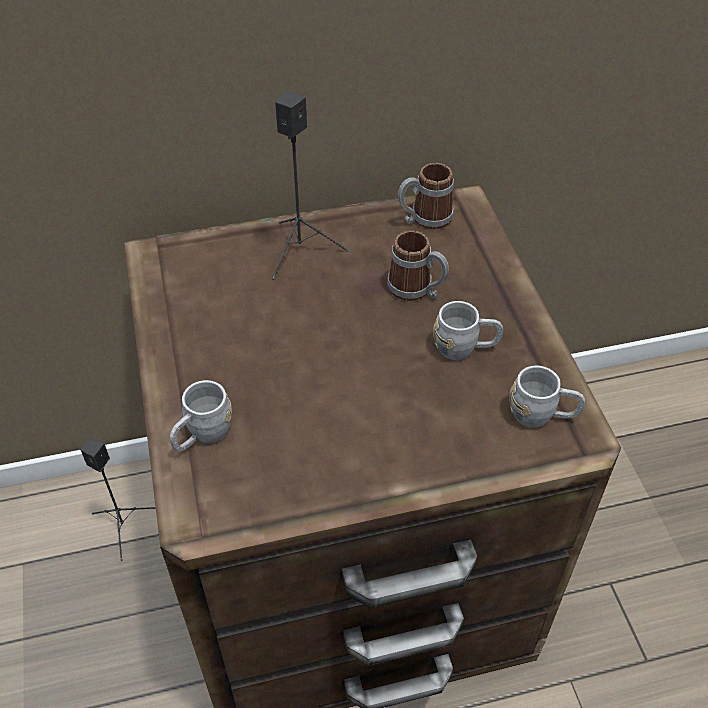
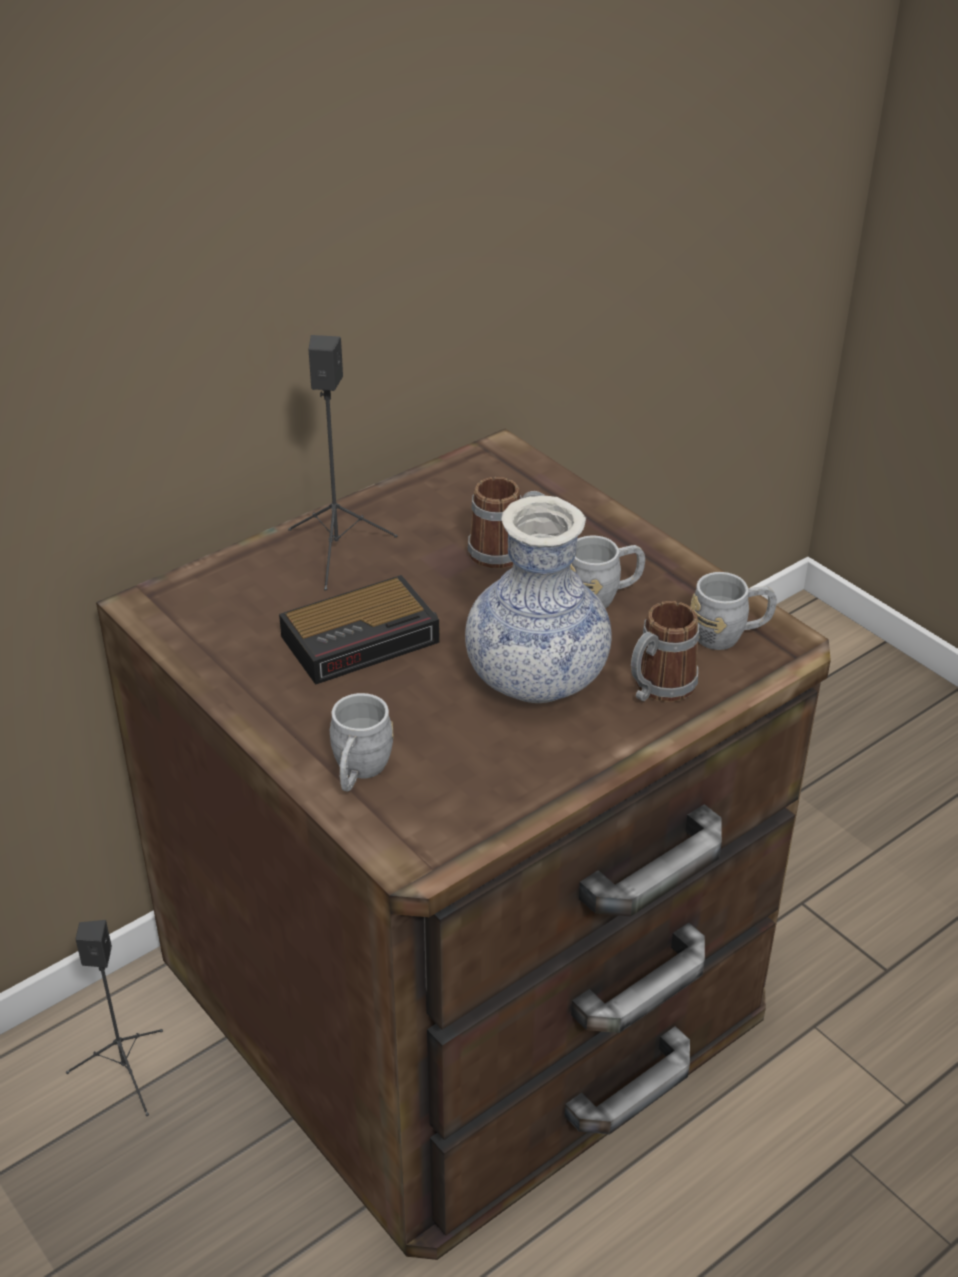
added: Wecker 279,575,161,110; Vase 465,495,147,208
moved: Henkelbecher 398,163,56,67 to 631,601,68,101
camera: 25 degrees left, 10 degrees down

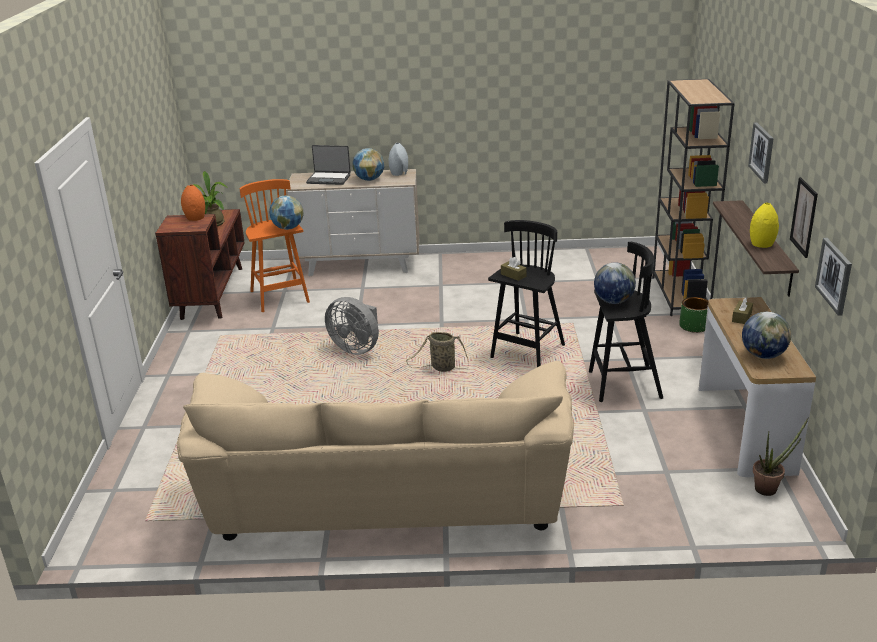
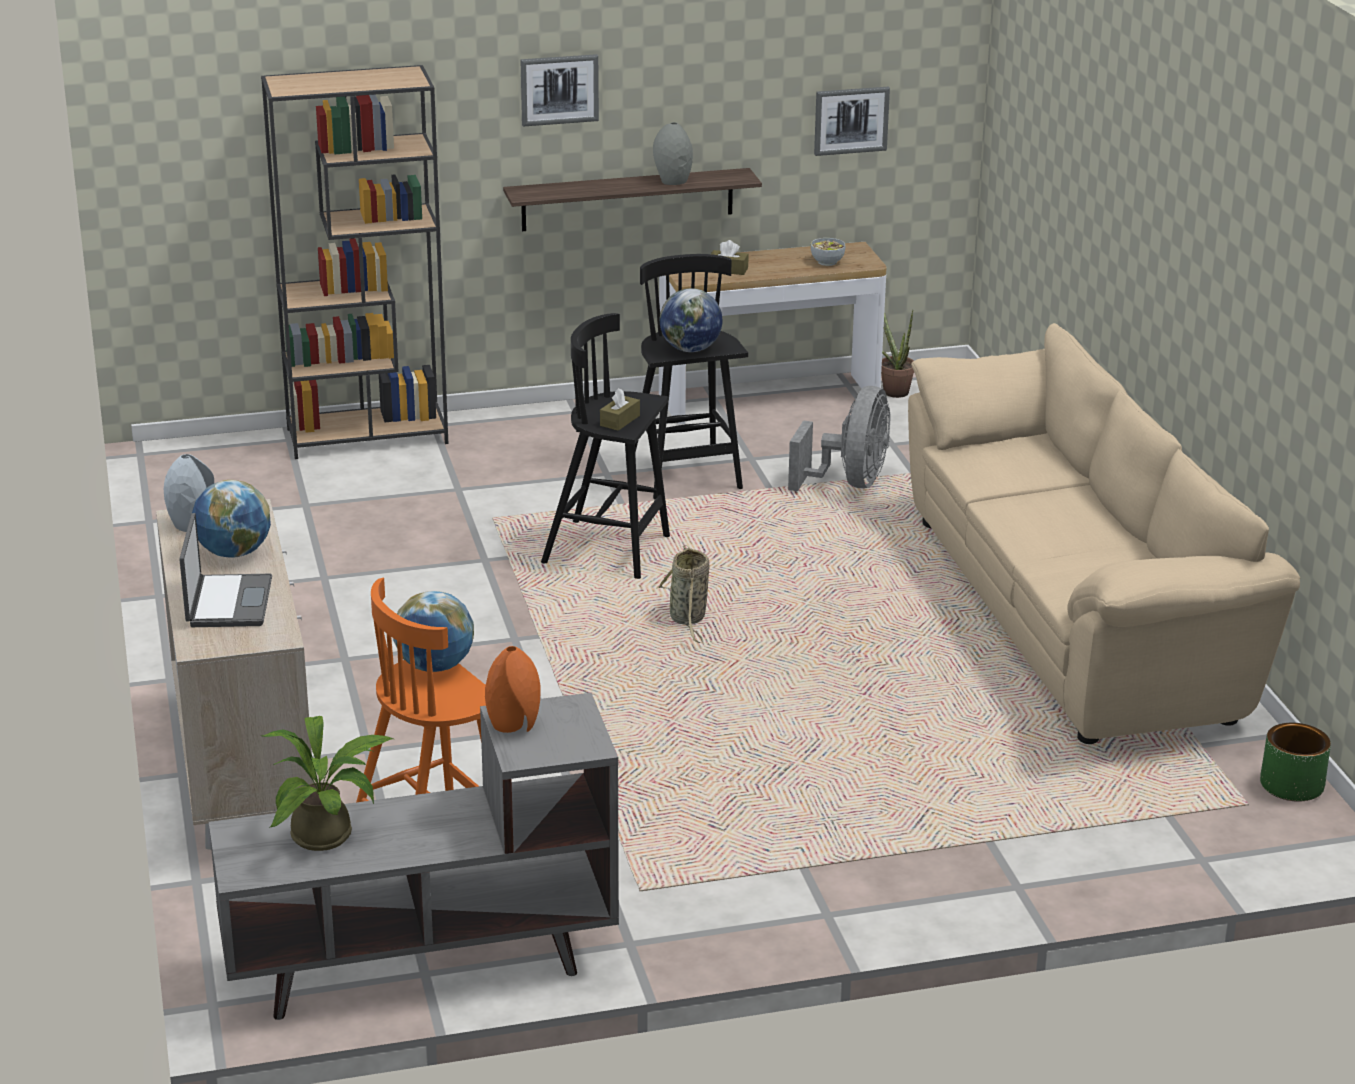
removed: Bild 790,177,28,81
moved: Ventilator/grau 325,297,54,58 to 788,386,102,105; Pflanzkübel/grün 679,297,30,36 to 1260,723,71,79
replaced: Globus 742,312,49,47 to Schüssel 811,238,34,28
recoloured: Fernsehschrank/braun 155,209,90,111 to Fernsehschrank/grau 209,693,410,327; Vase/gelb 750,202,29,46 to Vase/grau 653,122,40,63
camera: 105 degrees left, 0 degrees up

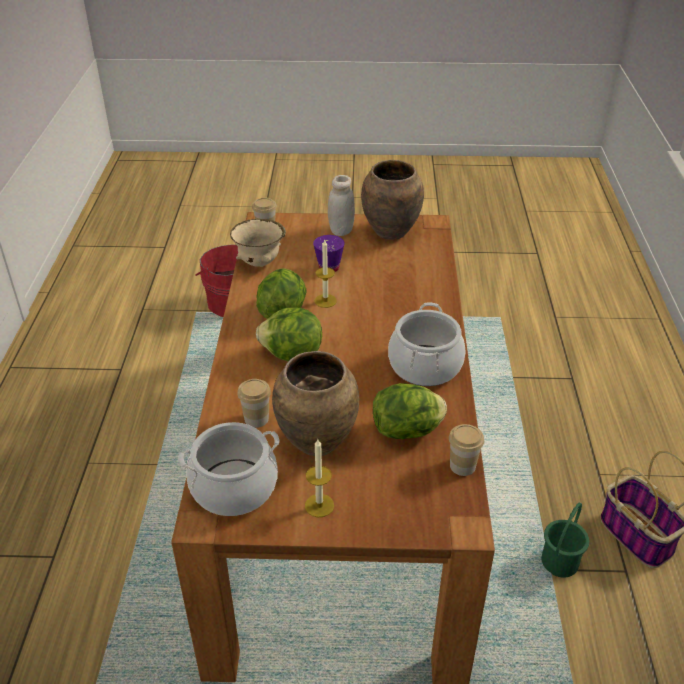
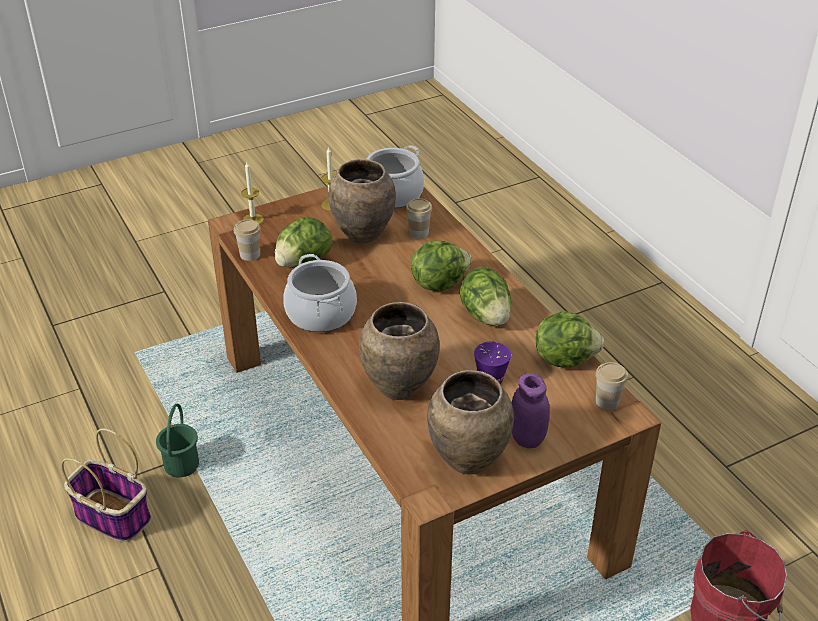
added: Vase/braun 359,302,81,98
moved: Kerze 314,240,23,68 to 241,162,23,62
replaced: Schüssel/beige 230,219,56,48 to Salatkopf 536,311,68,57
recoloured: Vorratsglas/weiß 328,175,27,61 to Vorratsglas/lila 512,373,38,75
camera: 150 degrees right, 0 degrees up

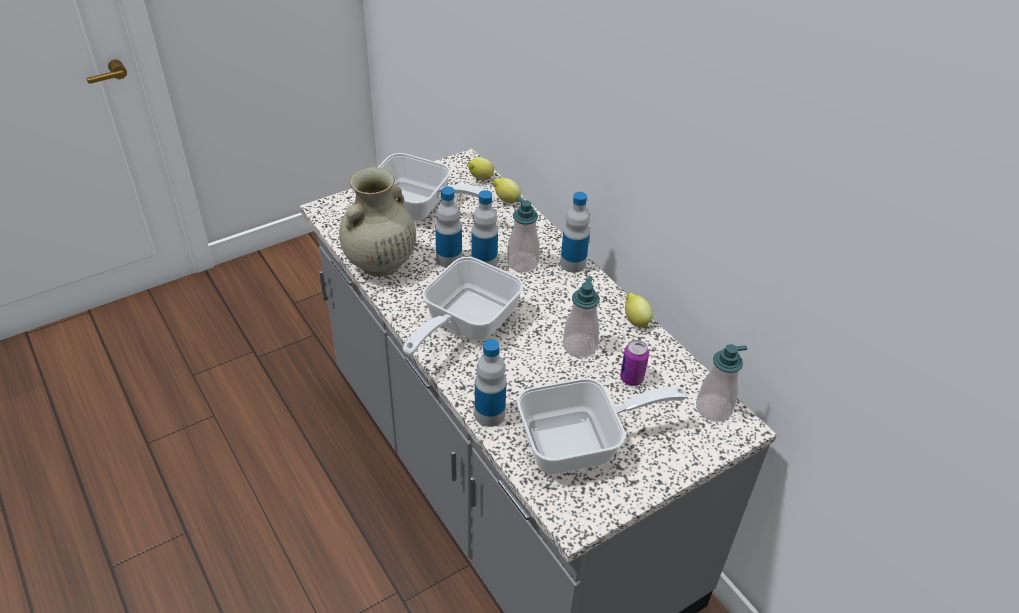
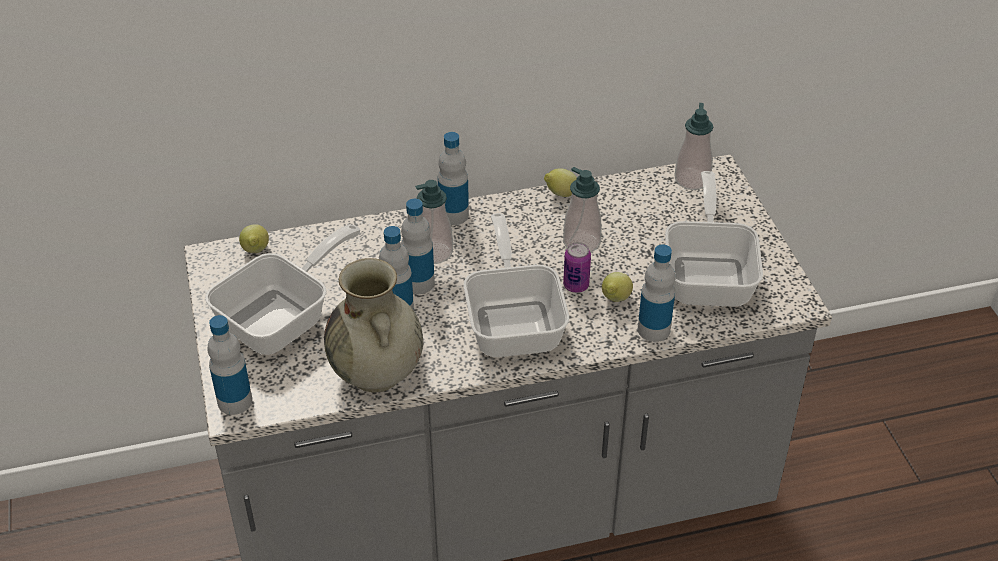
added: Flasche 208,315,44,100
moved: Zitrone 492,178,29,25 to 602,272,31,30; Dose 620,340,29,46 to 563,242,28,51
turned: Pfanne 403,257,120,99 = 464,213,105,144 150 degrees counterclockwise
camera: 70 degrees left, 0 degrees up

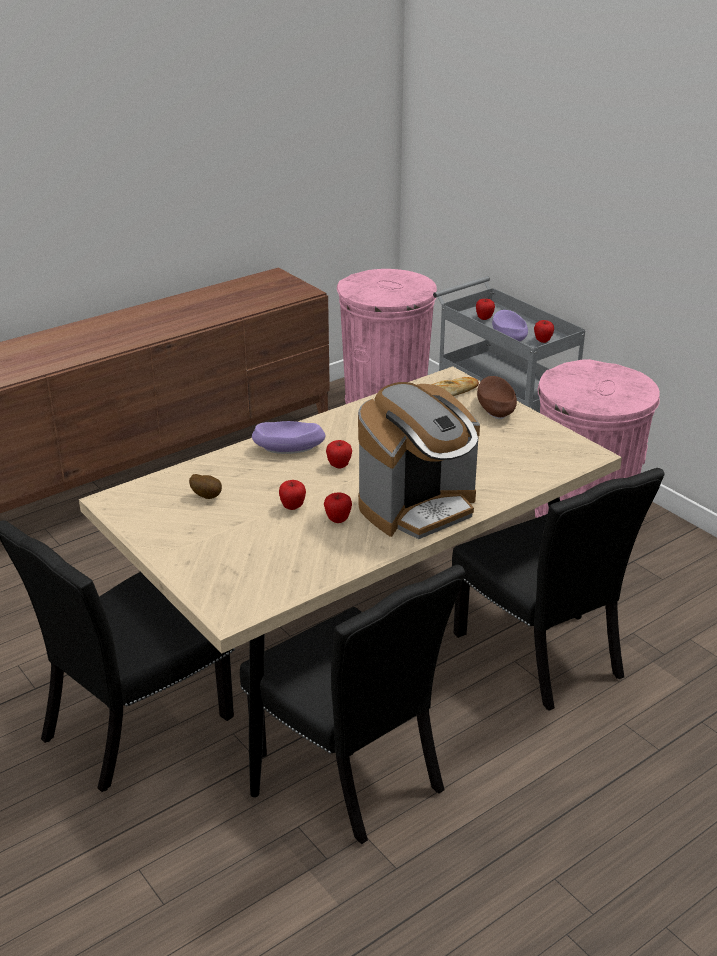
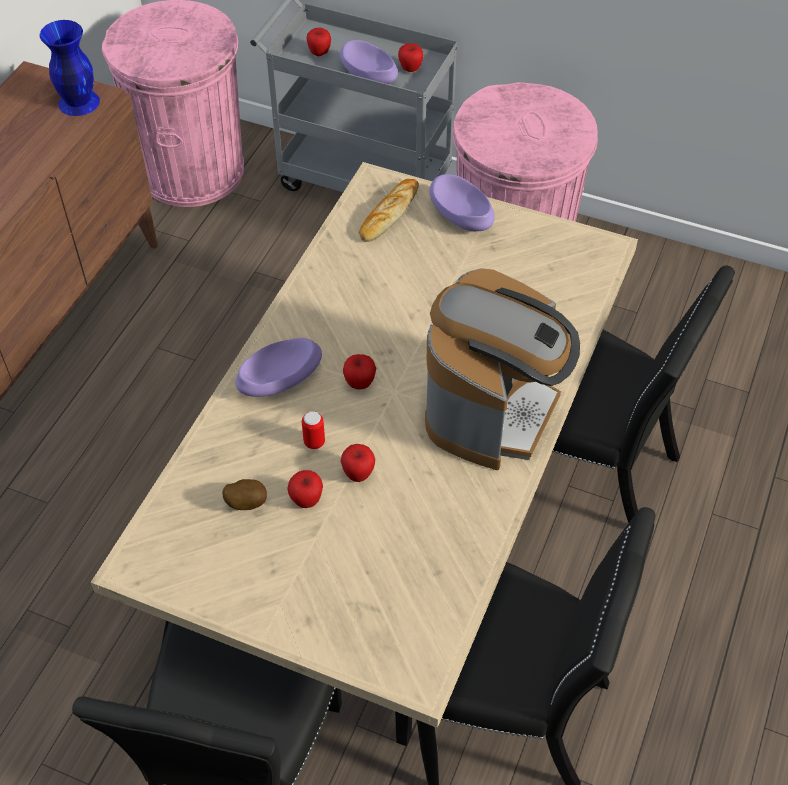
added: Vase/blau 40,20,60,96; Dose 302,411,23,38
moved: Apfel 324,492,28,31 to 287,470,36,38
recoloured: Schüssel/braun 477,376,40,43 to Schüssel/lila 429,174,66,58
camera: 30 degrees left, 20 degrees up

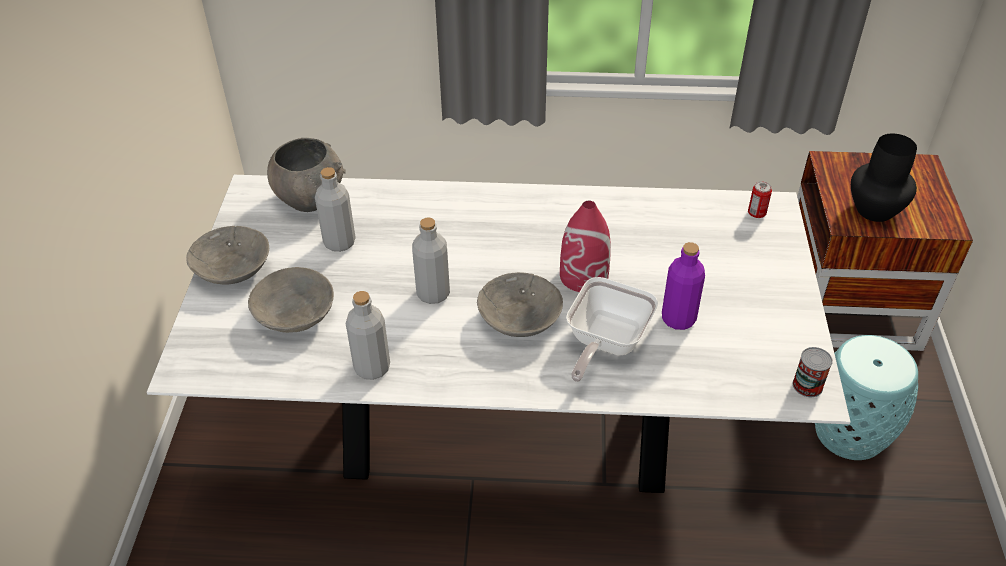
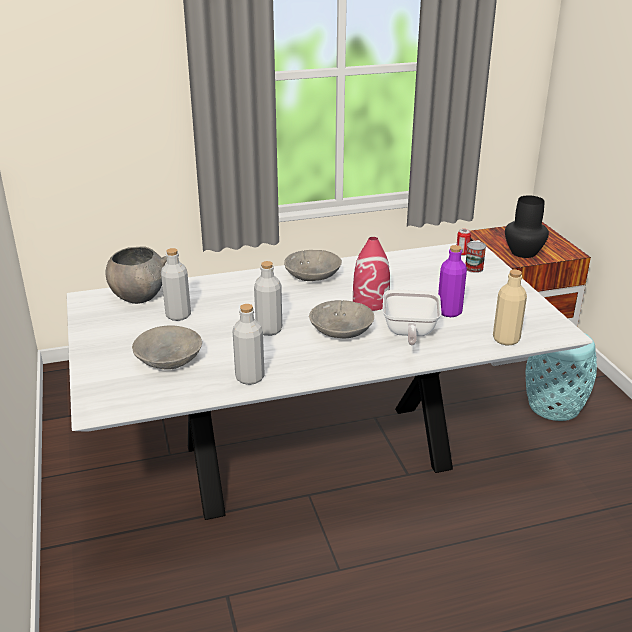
added: Flasche/beige 493,270,34,75
moved: Schüssel/grau 187,226,82,58 to 284,250,58,31; Dose 793,347,40,50 to 465,241,21,32
camera: 20 degrees left, 15 degrees down

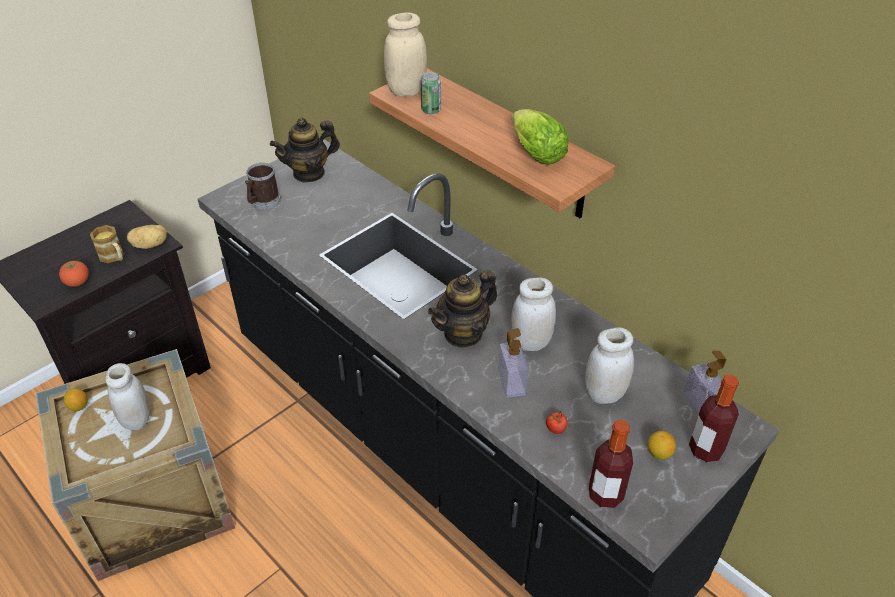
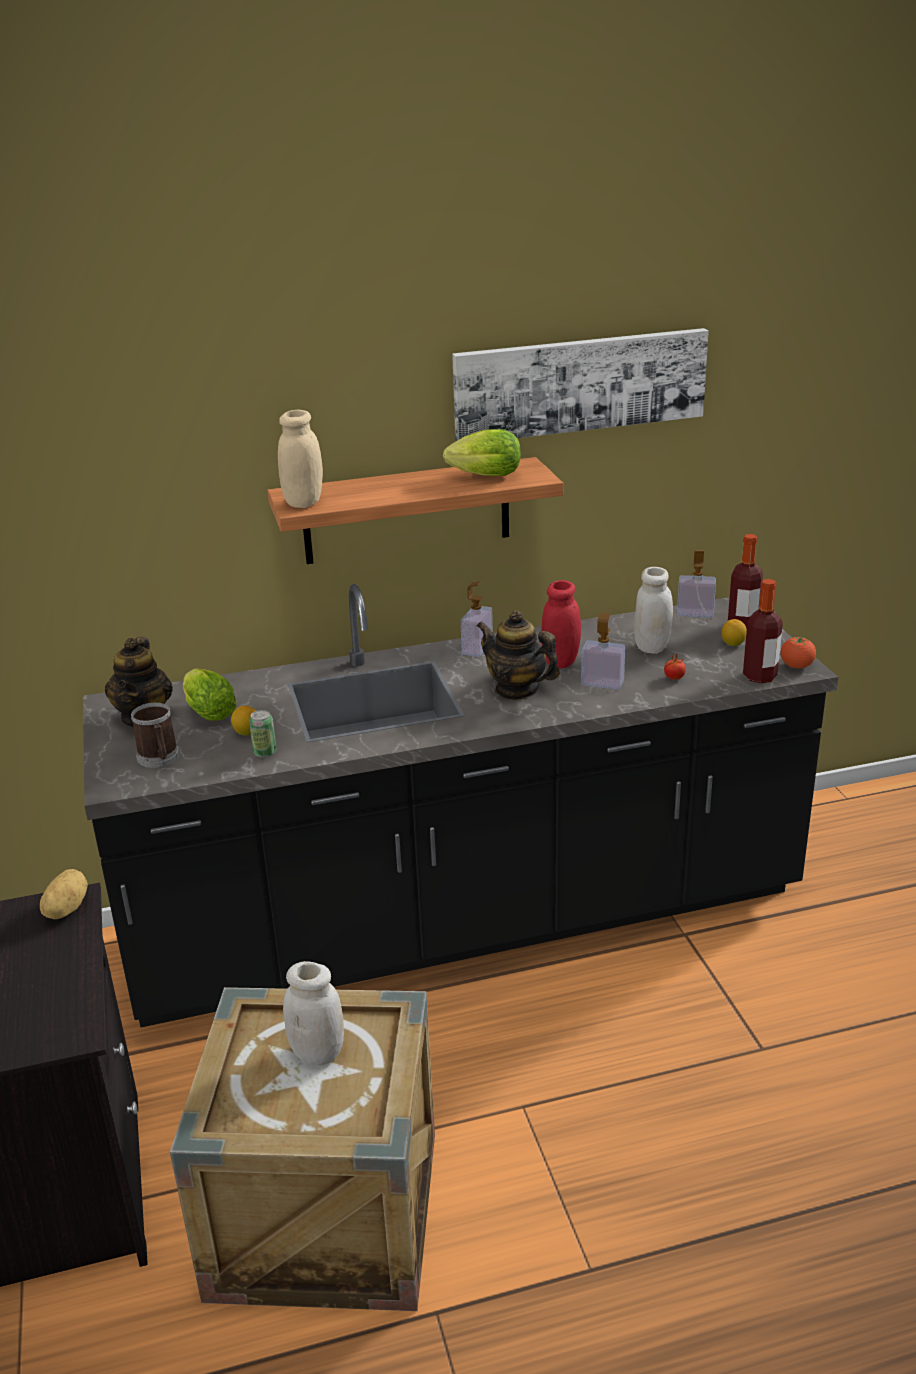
removed: Henkelbecher 90,225,34,38
added: Salatkopf 183,668,53,53; Bild 452,328,257,114; Seifenspender 461,581,32,76
moved: Tomate 59,260,30,27 to 781,637,35,32; Zitrone 64,388,24,23 to 231,706,25,29; Dose 421,72,20,42 to 249,710,28,48
recoloured: Vorratsglas/weiß 511,277,45,74 to Vorratsglas/rot 541,580,40,89
turned: Teekanne 428,270,69,78 = 477,610,83,90 135 degrees clockwise
camera: 60 degrees left, 15 degrees down

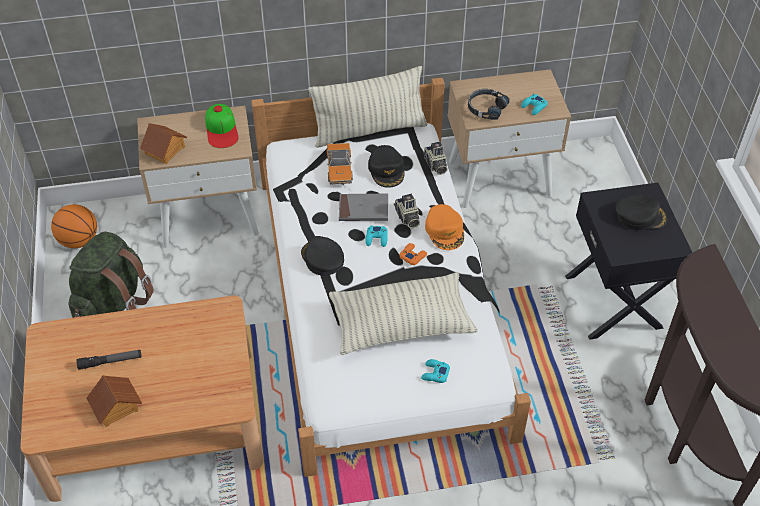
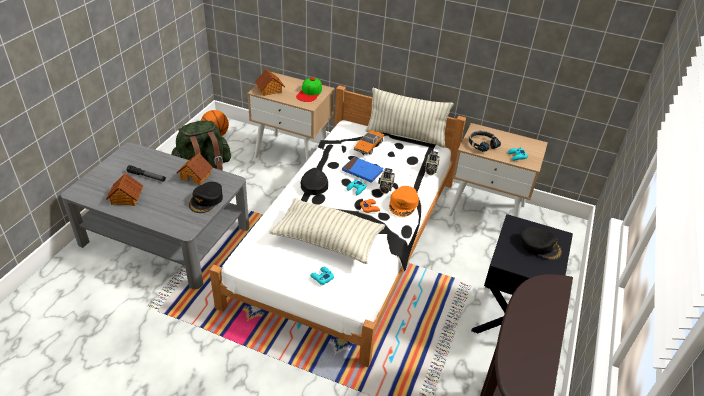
added: Spielzeughaus 176,153,37,32
moved: Kappe/schwarz 368,145,36,43 to 189,182,34,31
recoloured: Couchtisch/braun 20,296,243,206 to Couchtisch/grau 61,142,188,147; Buch/grau 339,194,49,27 to Buch/blau 342,157,42,26
camera: 30 degrees right, 10 degrees down

